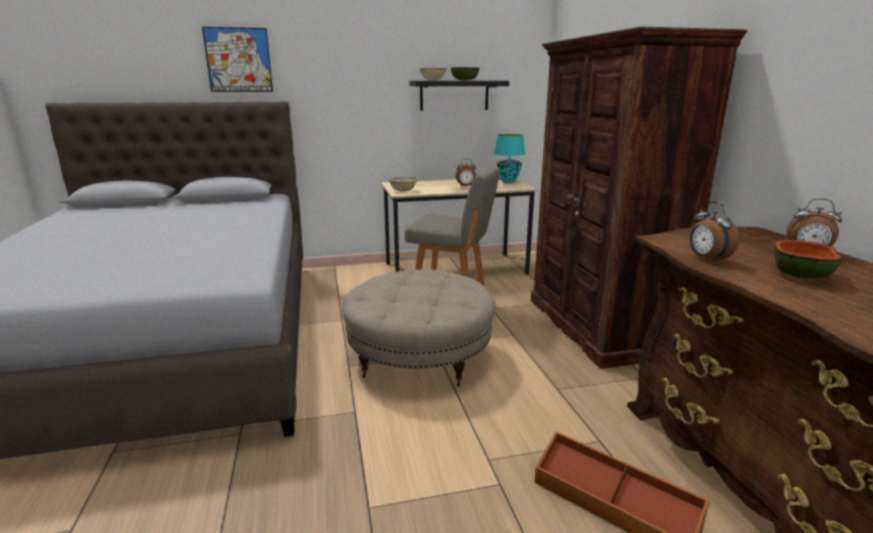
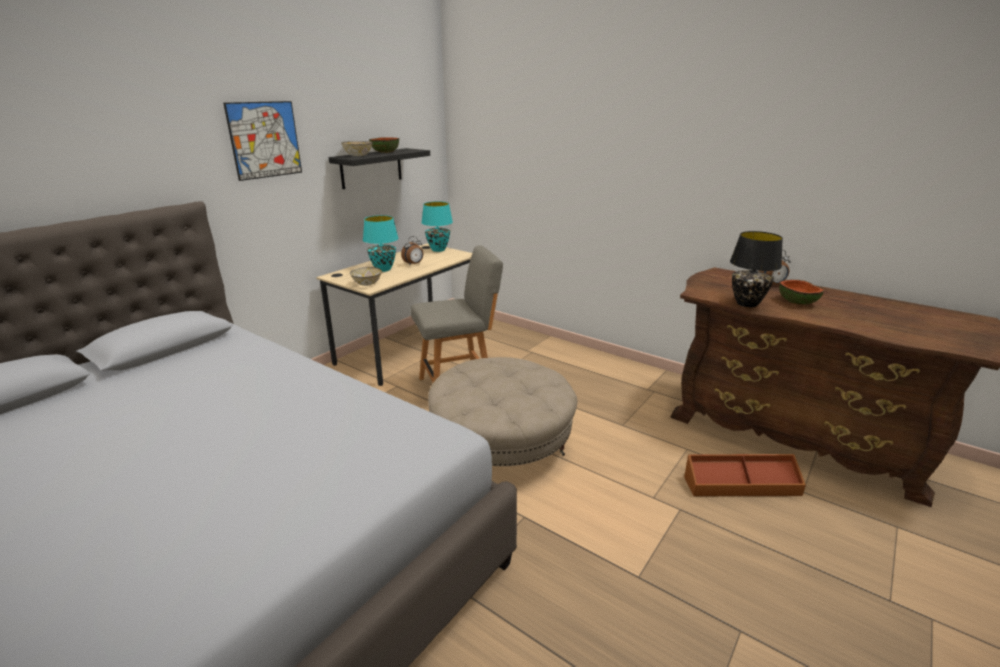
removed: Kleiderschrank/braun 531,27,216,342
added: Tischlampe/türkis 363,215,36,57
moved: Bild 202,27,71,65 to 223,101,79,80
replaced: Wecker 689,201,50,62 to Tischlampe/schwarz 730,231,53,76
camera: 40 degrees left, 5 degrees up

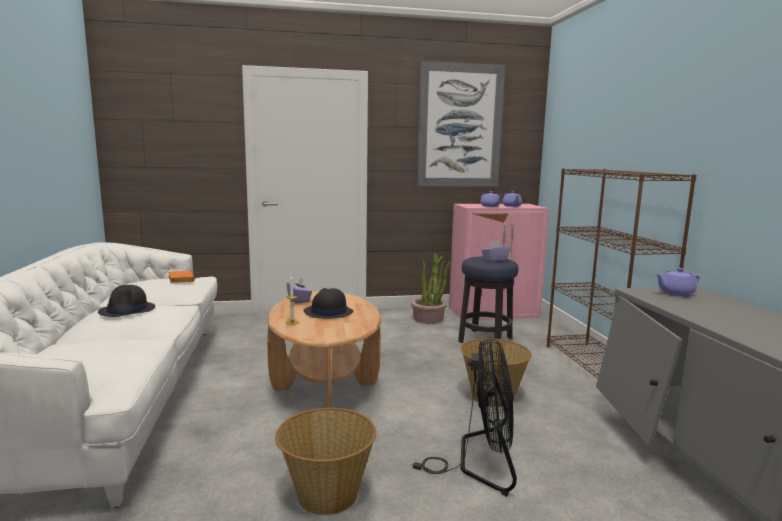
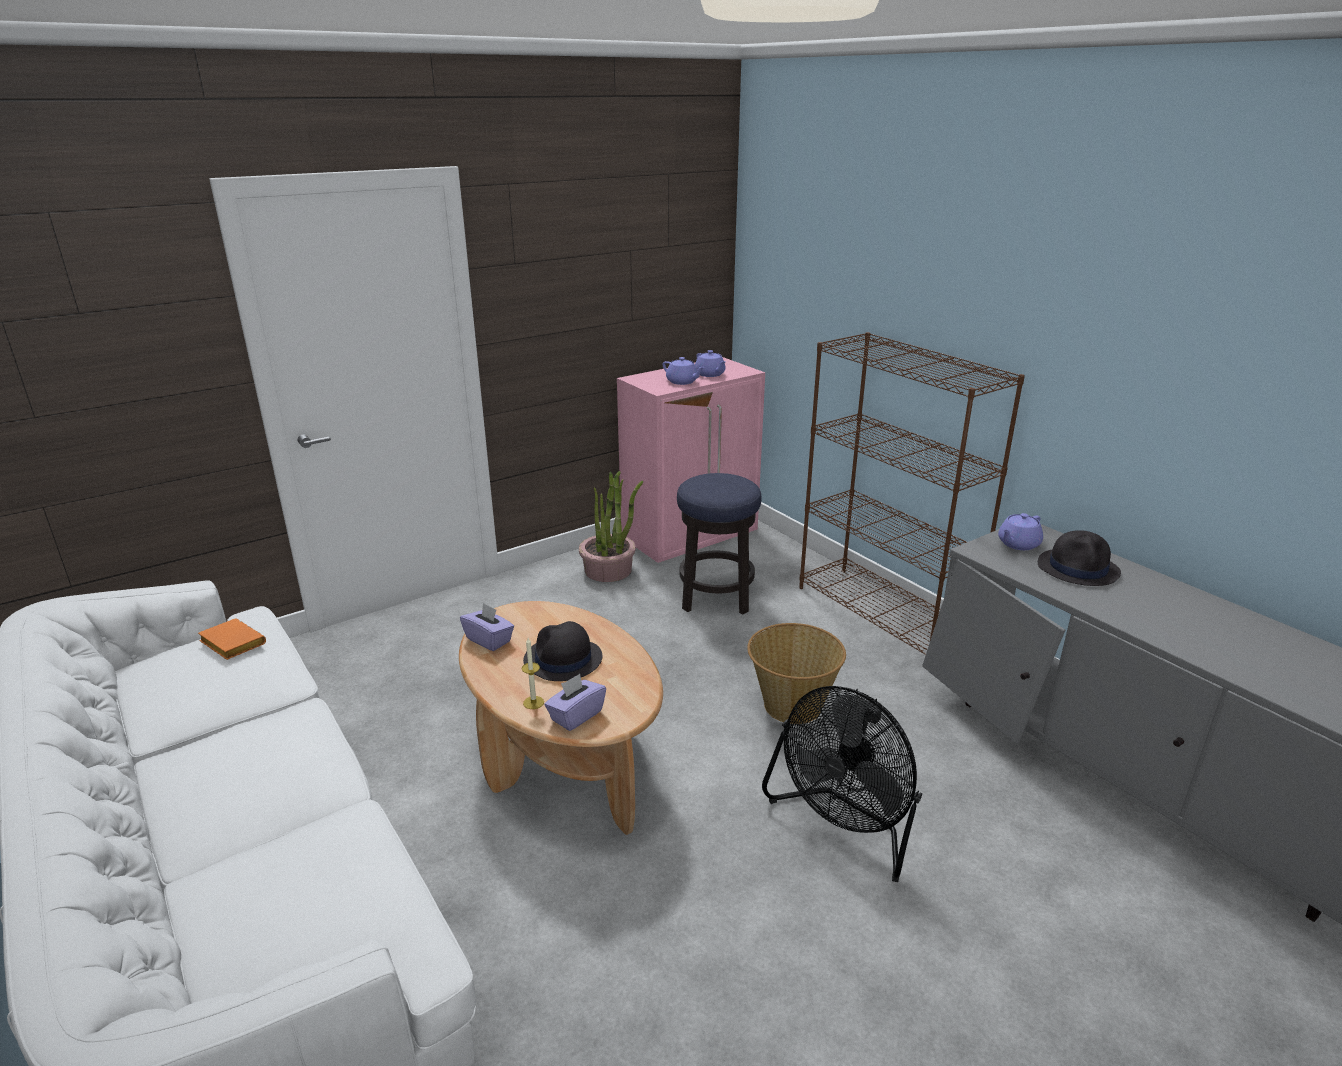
removed: Korb 275,408,101,107; Bild 417,61,88,126
moved: Hut/schwarz 98,285,57,32 to 1038,530,83,56; Taschentuchbox/lila 481,240,29,22 to 544,674,62,57
turned: Ventilator/schwarz 411,337,106,160 = 762,686,160,196 150 degrees clockwise
camera: 25 degrees left, 15 degrees up

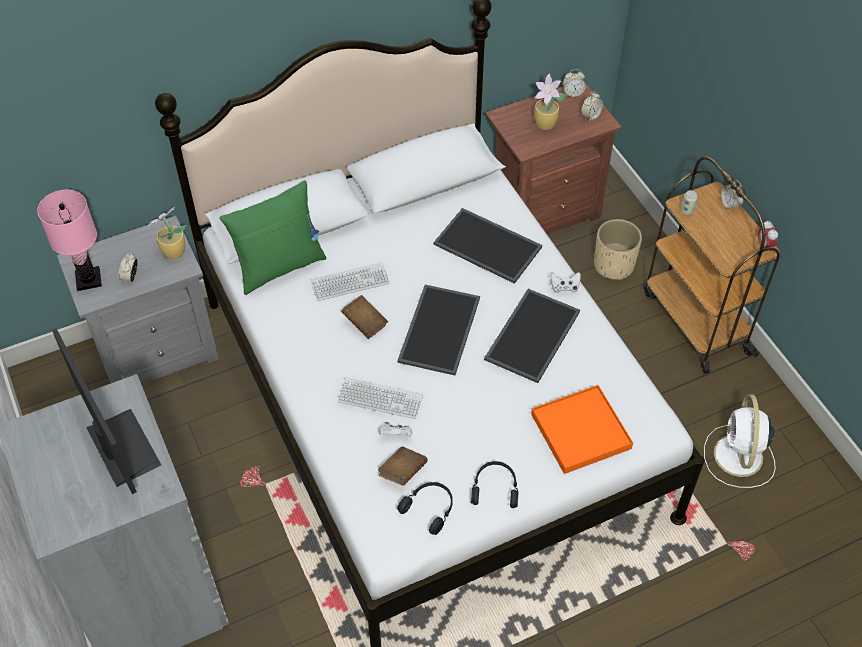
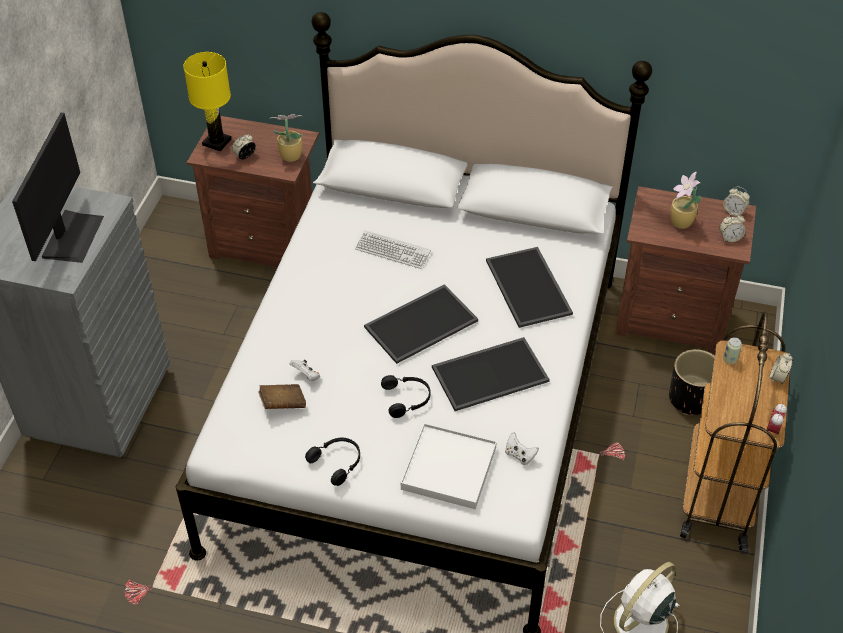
removed: Kissen/grün 219,180,108,115; Tastatur 338,377,85,42; Buch/braun 341,295,47,44
moved: Kopfhörer/schwarz 397,482,56,53 to 381,375,49,43; Gamepad/weiß 551,272,30,21 to 505,432,34,33
recoloured: Tischlampe/rosa 37,190,65,101 to Tischlampe/gelb 183,52,49,99; Nachttisch/grau 57,216,162,169 to Nachttisch/braun 187,116,132,151; Tablett/orange 531,385,102,89 to Tablett/weiß 401,423,96,86; Pflanzkübel/beige 594,219,48,61 to Pflanzkübel/schwarz 669,349,45,66
camera: 40 degrees right, 5 degrees down

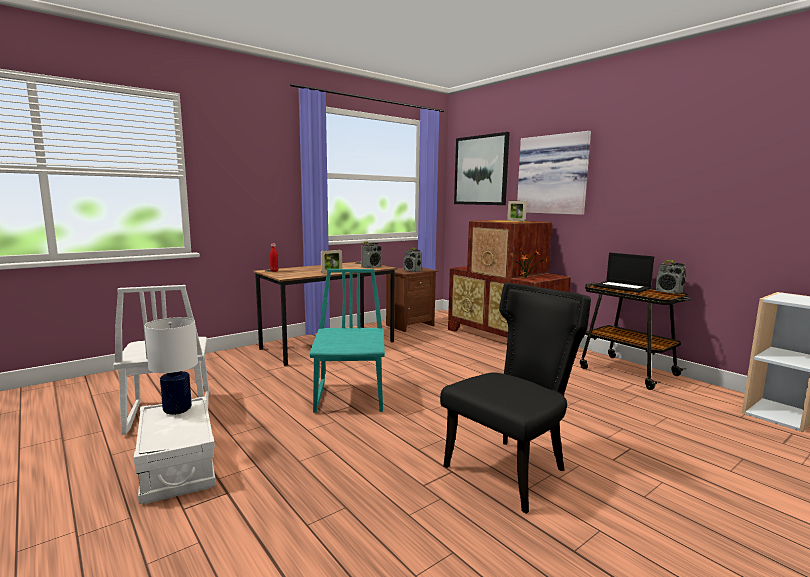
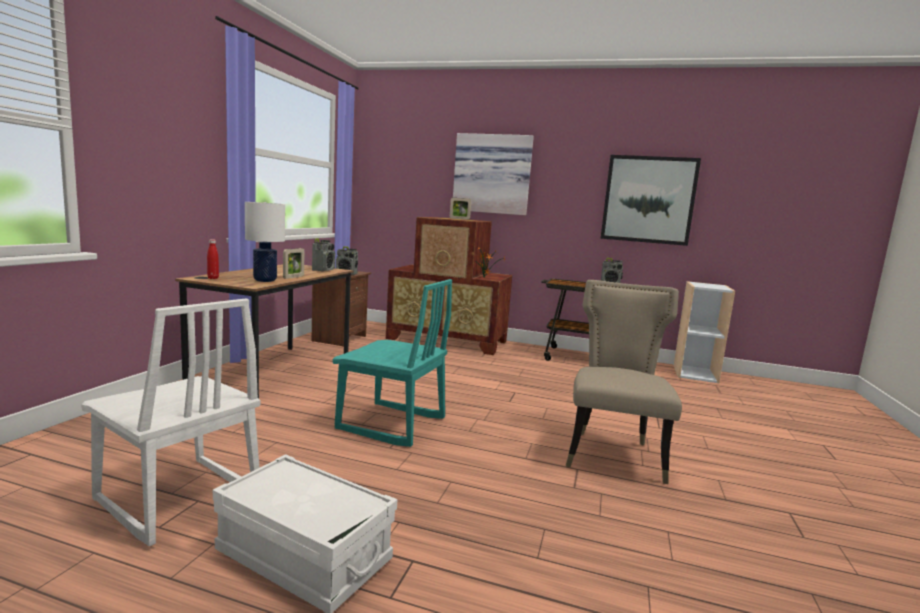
removed: Laptop 594,253,60,40
moved: Tischlampe/weiß 144,317,54,98 to 245,202,40,80; Bild 454,132,56,73 to 601,155,100,91
recoloured: Stuhl/schwarz 440,283,151,231 to Stuhl/beige 566,280,116,204
turned: Stuhl/türkis 310,269,75,144 = 333,279,119,168 150 degrees clockwise
camera: 35 degrees left, 0 degrees up

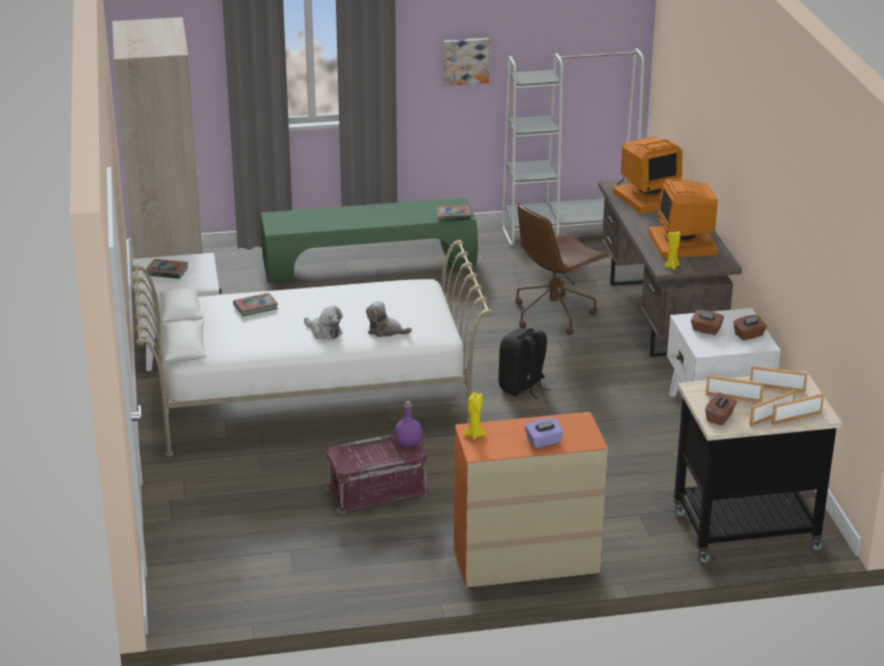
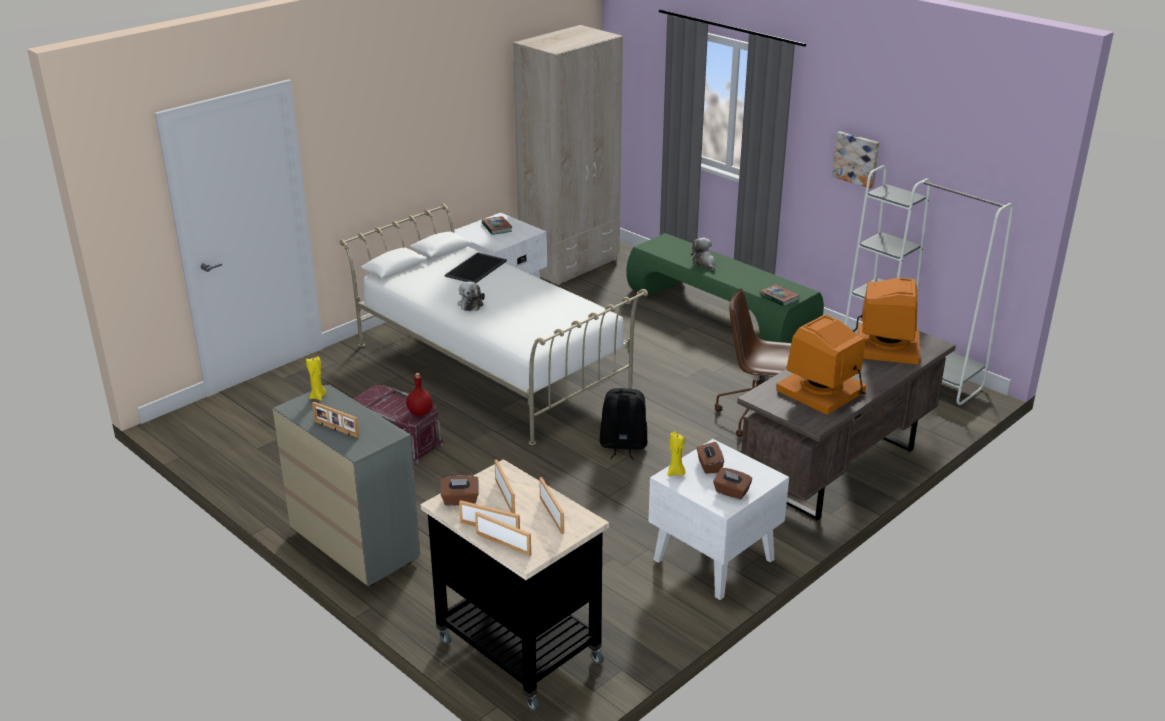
moved: Plüschtier 366,301,46,36 to 691,238,24,33; Kerze/gelb 665,231,15,39 to 668,431,18,45
replaced: Buch 233,293,45,23 to Tablett 445,252,62,31; Taschentuchbox/lila 525,418,39,30 to Bilderrahmen 312,402,47,36
recoloured: Flasche/lila 394,401,28,46 to Flasche/rot 406,373,27,43; Kommode/orange 454,412,154,177 to Kommode/grau 273,384,148,202
turned: Monitor 613,137,70,77 = 853,278,67,86 105 degrees counterclockwise
camera: 55 degrees right, 0 degrees up

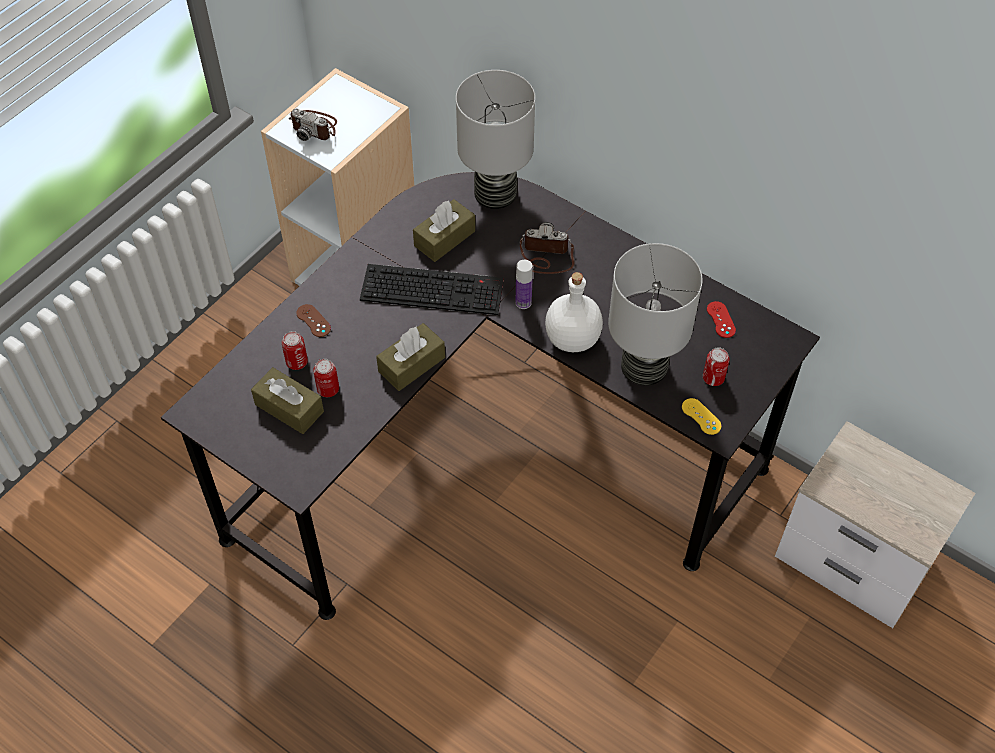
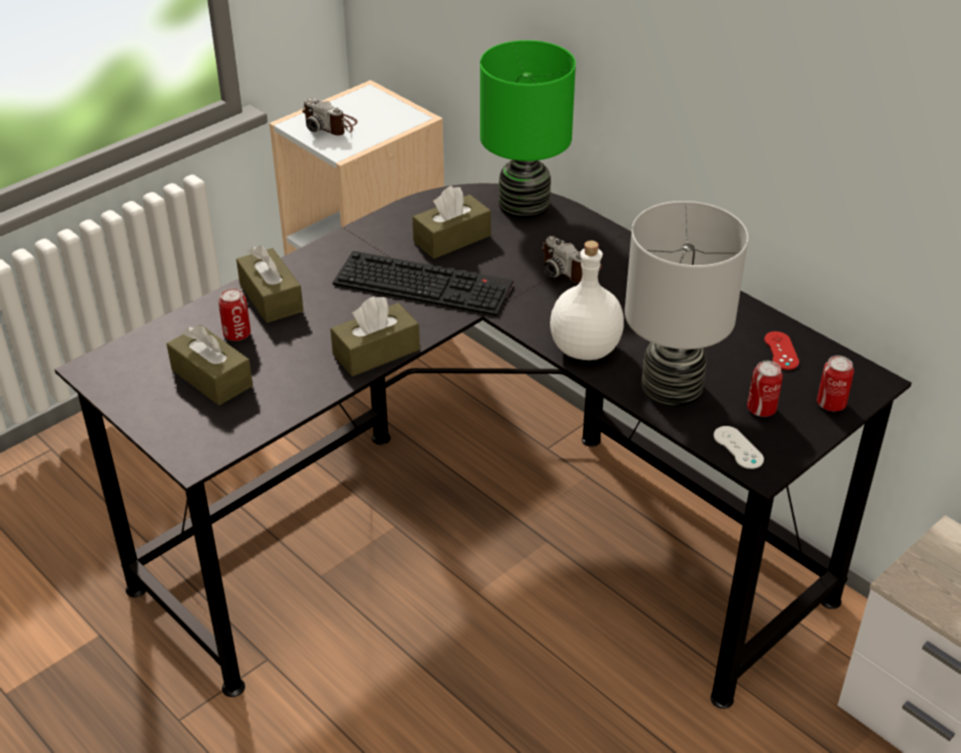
removed: Flasche 516,260,17,49
moved: Dose 313,359,26,38 to 817,356,37,55
replaced: Gamepad/braun 296,304,35,33 to Taschentuchbox/braun 236,245,68,78
recoloured: Tischlampe/grau 456,70,79,139 to Tischlampe/grün 480,40,96,178; Gamepad/gelb 682,398,40,37 to Gamepad/weiß 714,426,50,43
turned: Kamera 520,222,55,52 = 541,236,61,47 150 degrees counterclockwise
camera: 10 degrees right, 15 degrees down

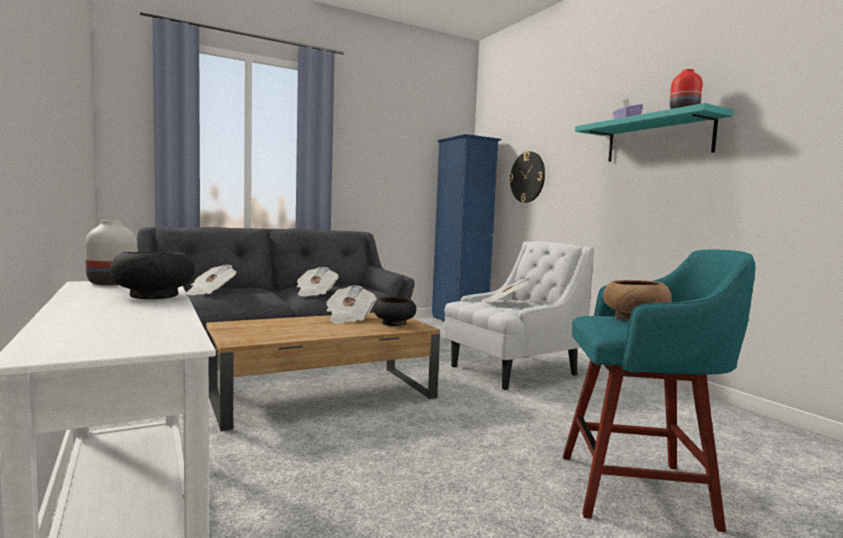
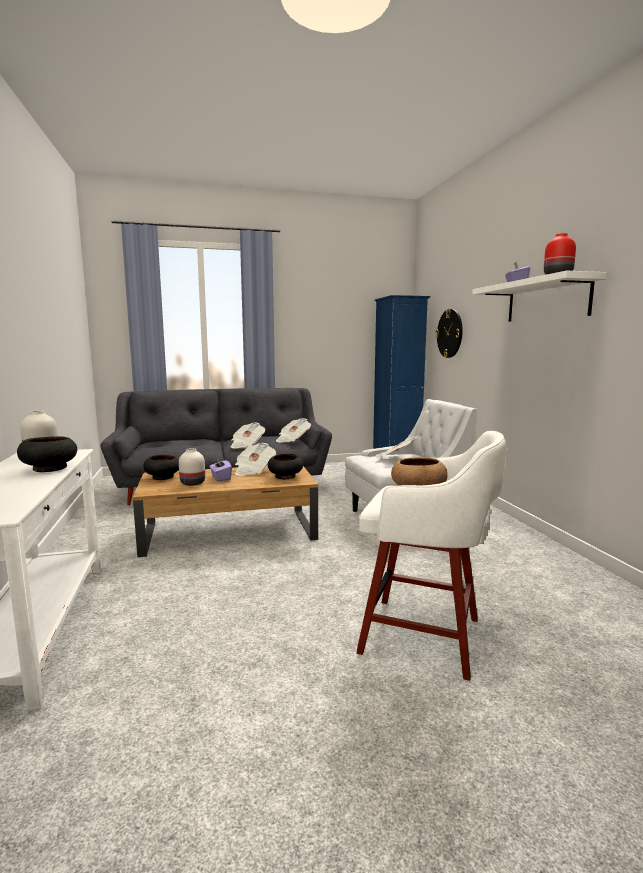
added: Schüssel/schwarz 143,455,36,25; Vase/weiß 179,448,26,38; Taschentuchbox/lila 210,458,22,23
moved: Zeitung 186,265,50,30 to 276,418,35,24
recoloured: Hocker/türkis 563,250,193,282 to Hocker/weiß 356,431,150,250; Wandregal/türkis 575,103,159,59 to Wandregal/weiß 472,271,135,51
camera: 15 degrees right, 5 degrees up

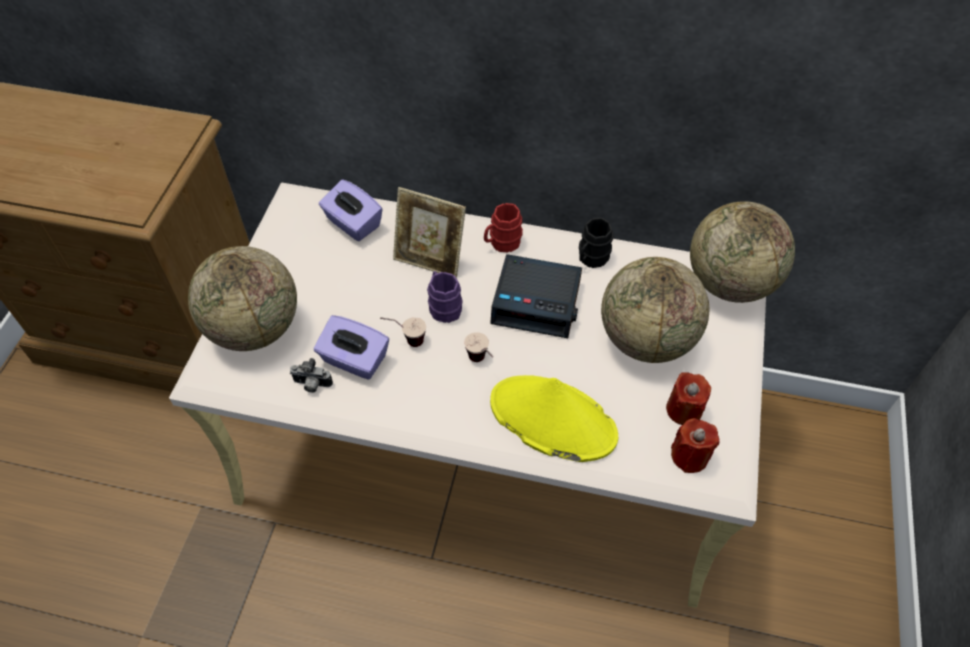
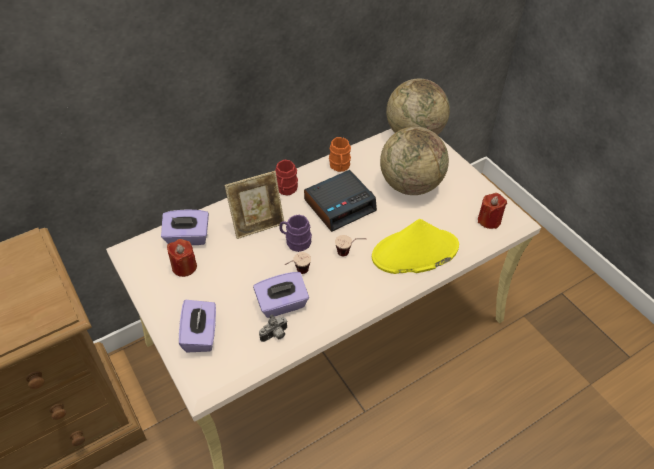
moved: Kerze/rot 666,372,45,53 to 167,239,30,38
replaced: Globus 188,246,109,105 to Taschentuchbox/lila 179,300,37,52
recoloured: Henkelbecher/schwarz 579,218,35,50 to Henkelbecher/orange 329,137,22,35
camera: 45 degrees left, 5 degrees down

